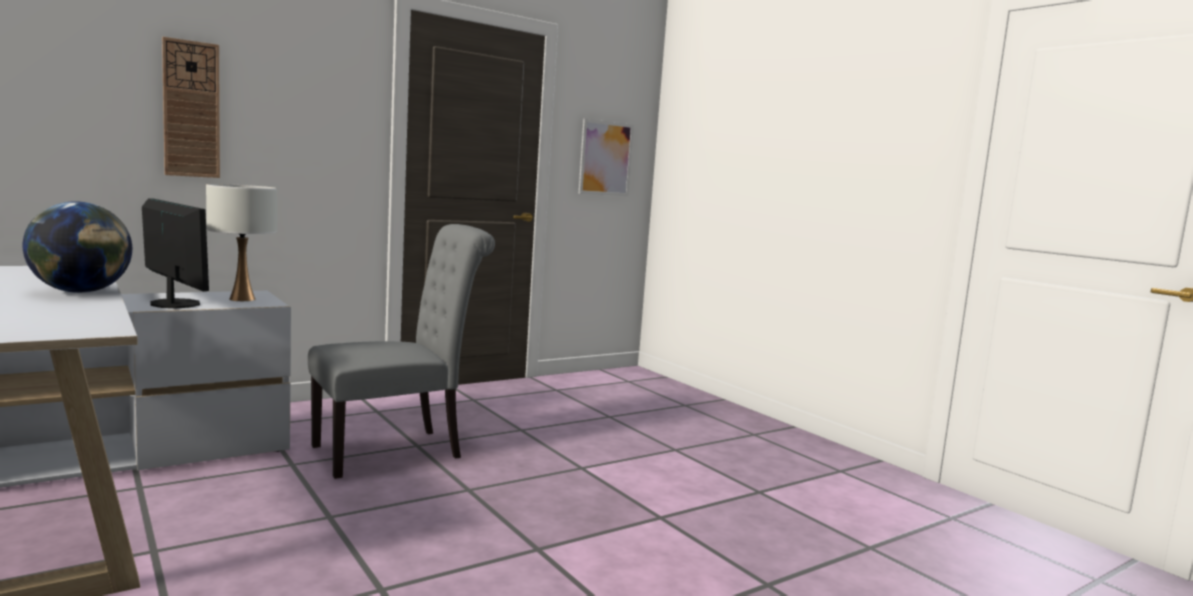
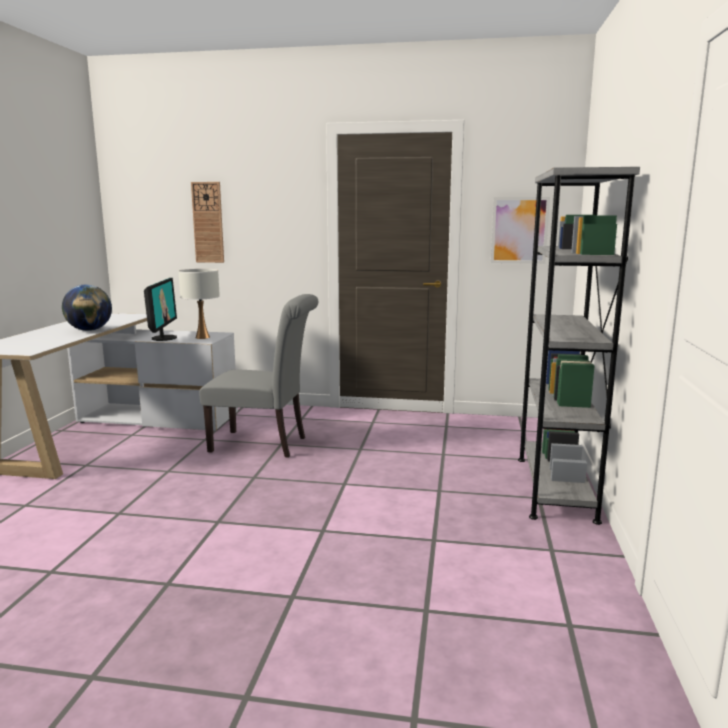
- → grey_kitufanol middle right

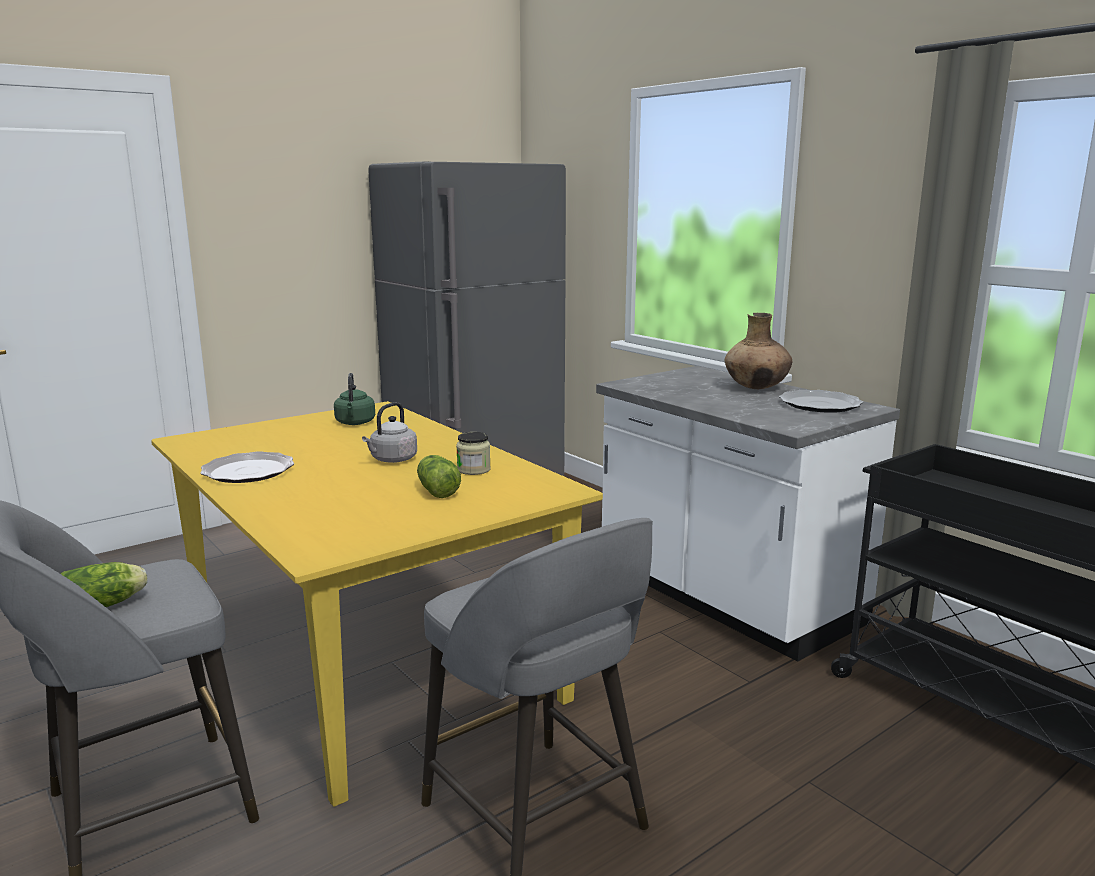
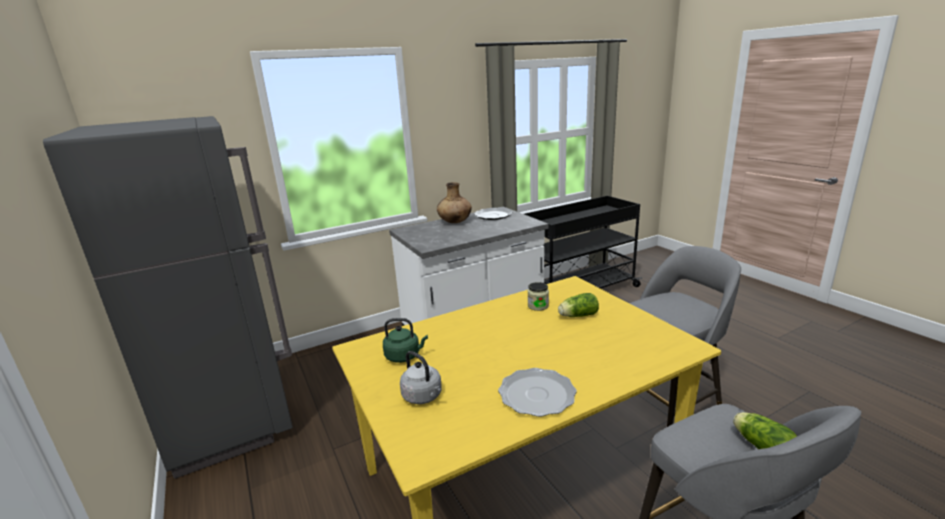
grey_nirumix centre → grey_nirumix bottom centre, relocated

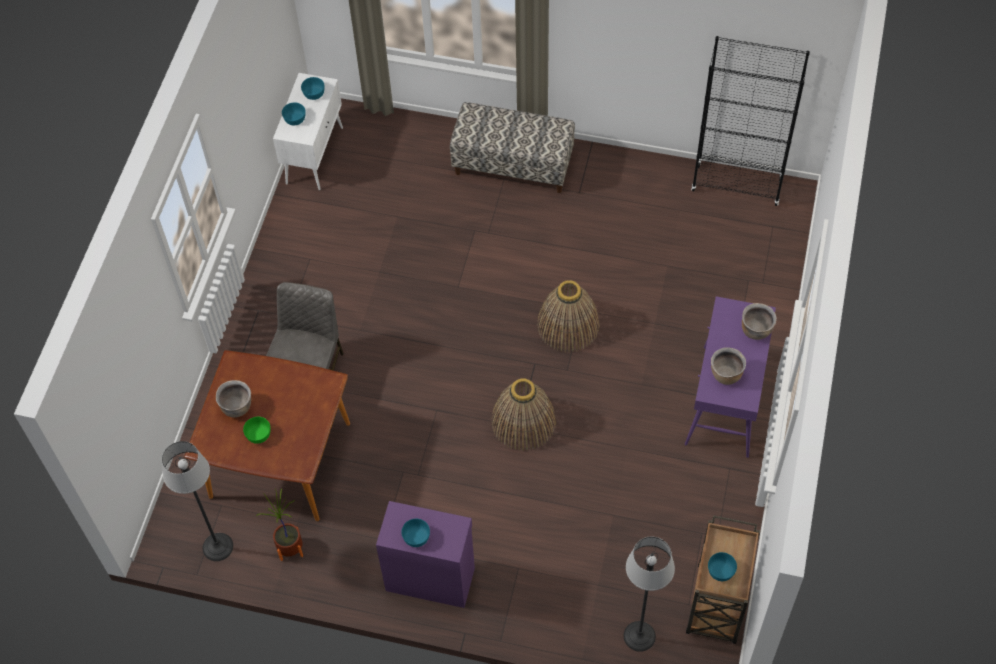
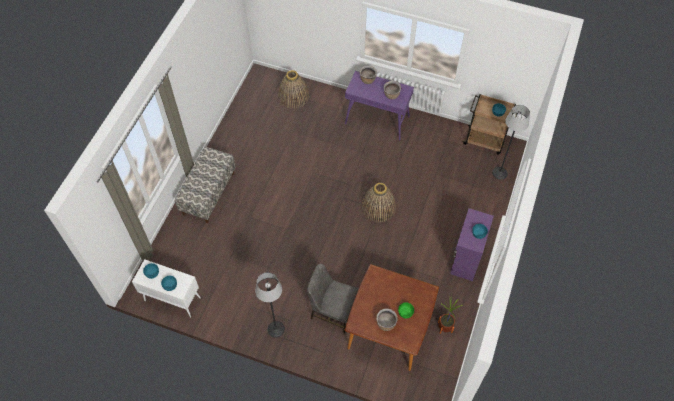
black_kitufanol top right → -
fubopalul (no. 2 from left in the first image) centre → fubopalul (no. 1 from left) top centre, relocated
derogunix (no. 1 from left) bottom left → derogunix (no. 1 from left) bottom centre, relocated

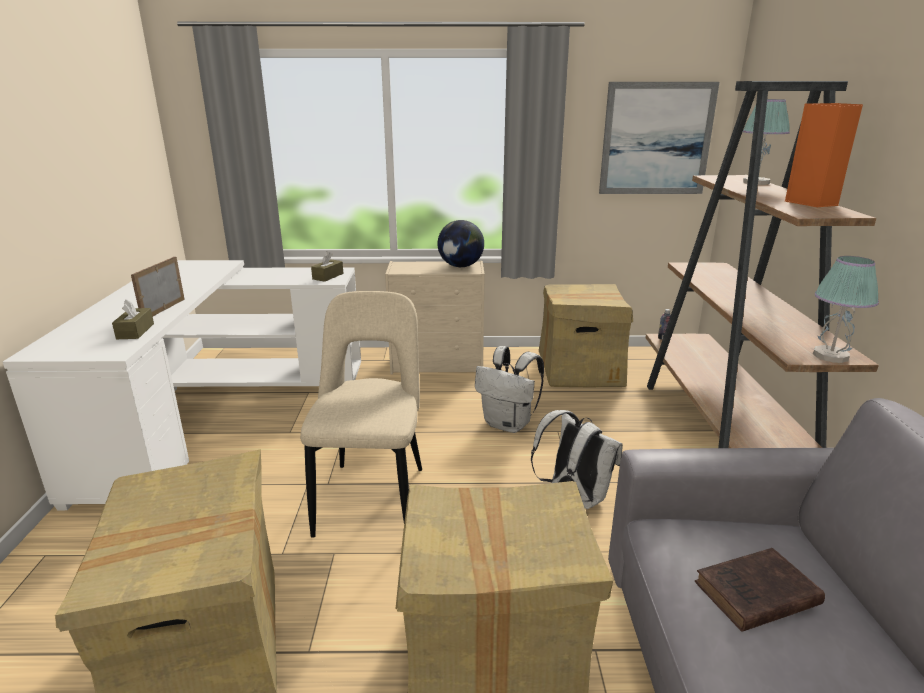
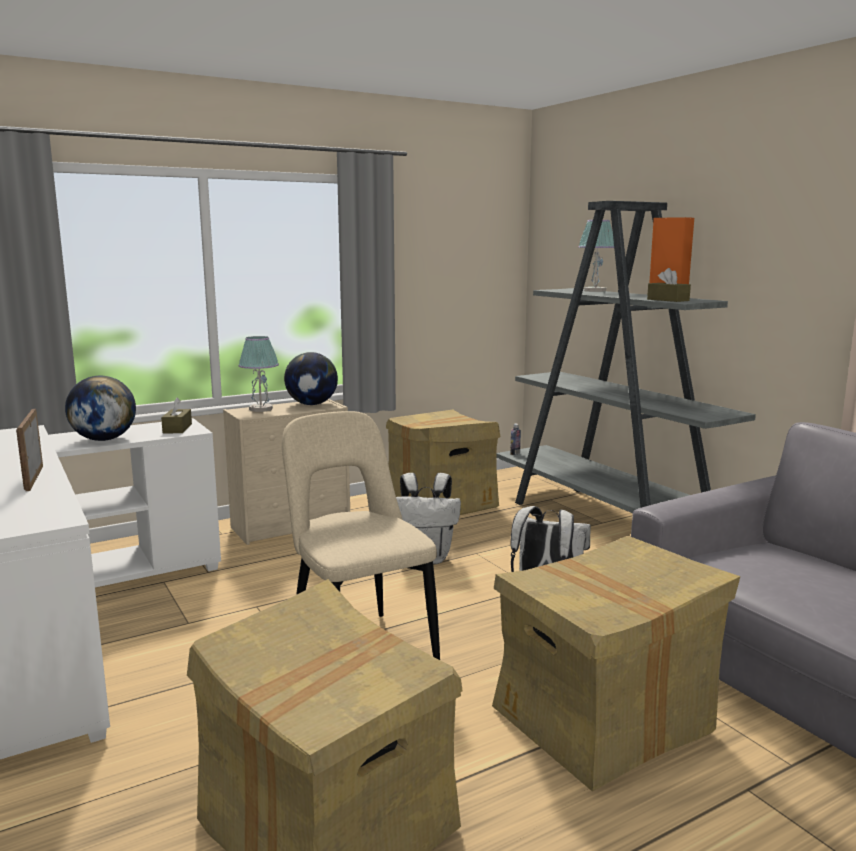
brown_kitufanol middle right → grey_kitufanol middle right
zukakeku top right → -
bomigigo (no. 2 from left in the first image) middle right → bomigigo (no. 1 from left) middle left, relocated
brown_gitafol (no. 1 from left in the first image) middle left → brown_gitafol (no. 2 from left) middle right, relocated
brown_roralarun bottom right → -
- → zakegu (no. 1 from left) middle left

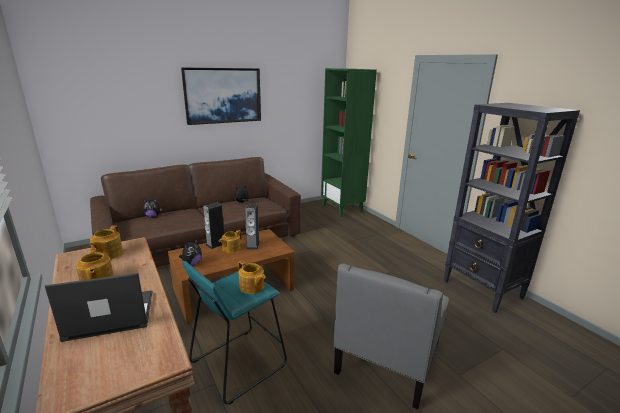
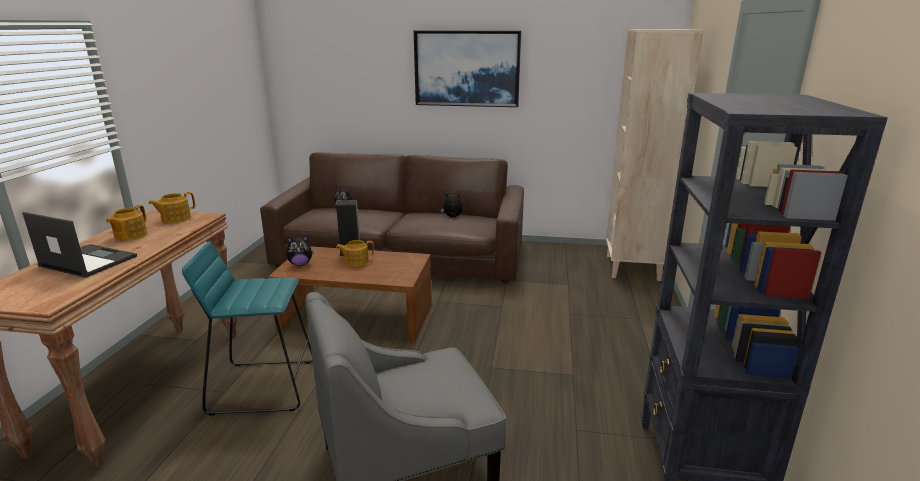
green_kitufanol centre → beige_kitufanol top right
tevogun (no. 2 from left) centre → -
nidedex (no. 4 from left) bottom centre → -

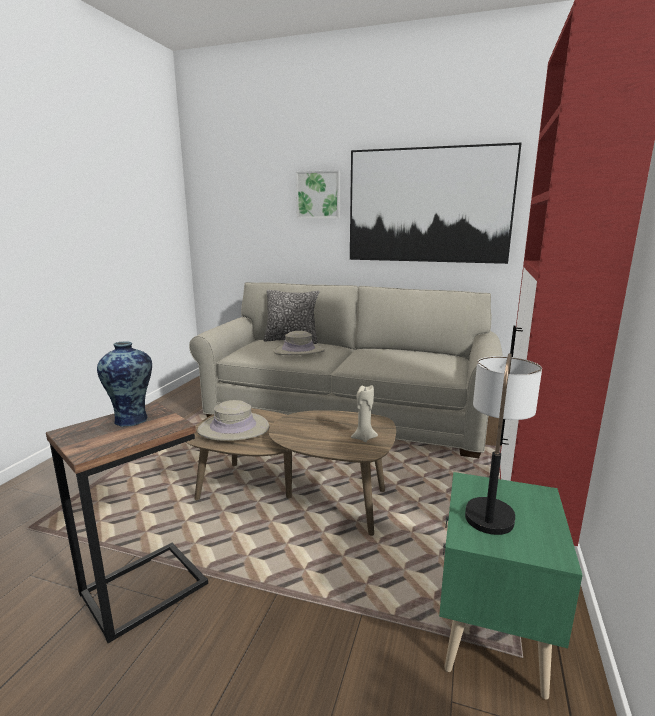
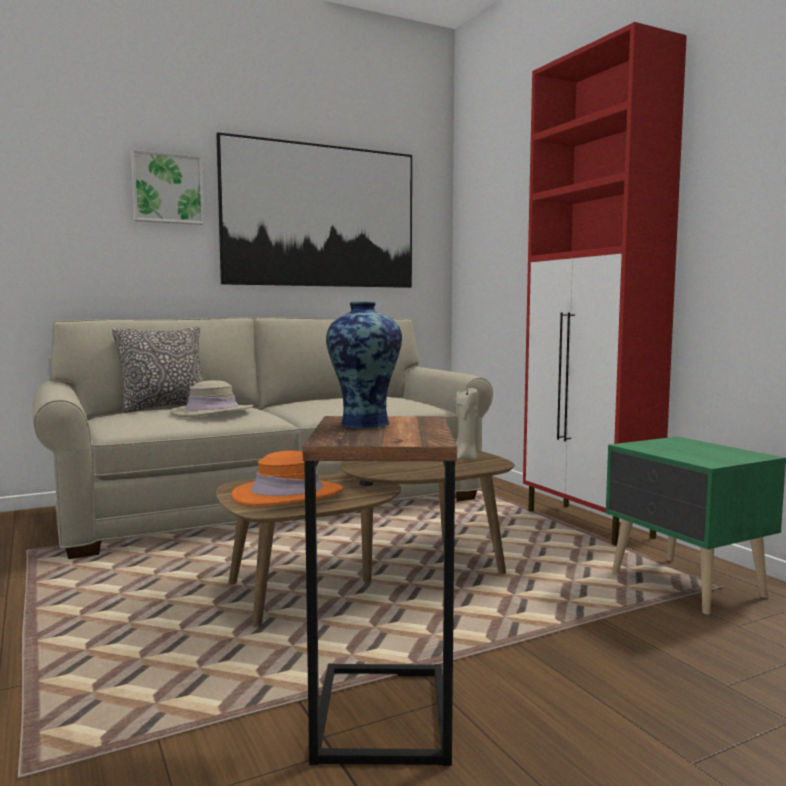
bomigigo middle right → -
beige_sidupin (no. 1 from left) centre → orange_sidupin centre

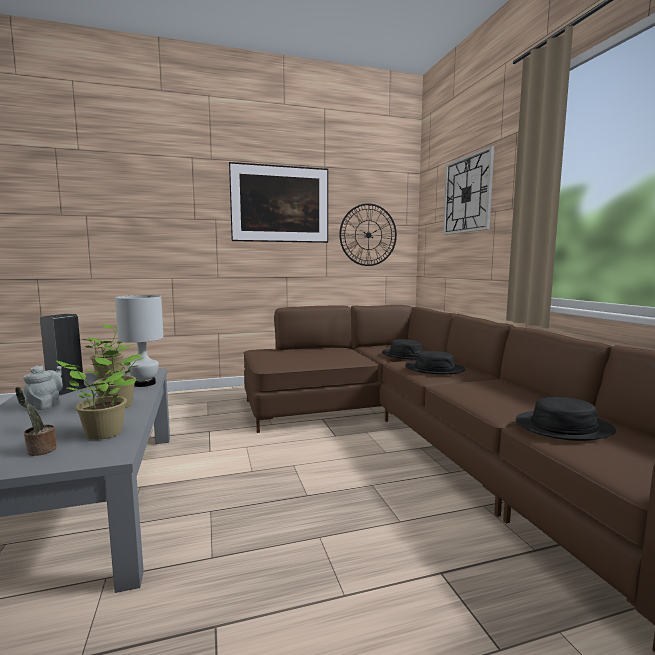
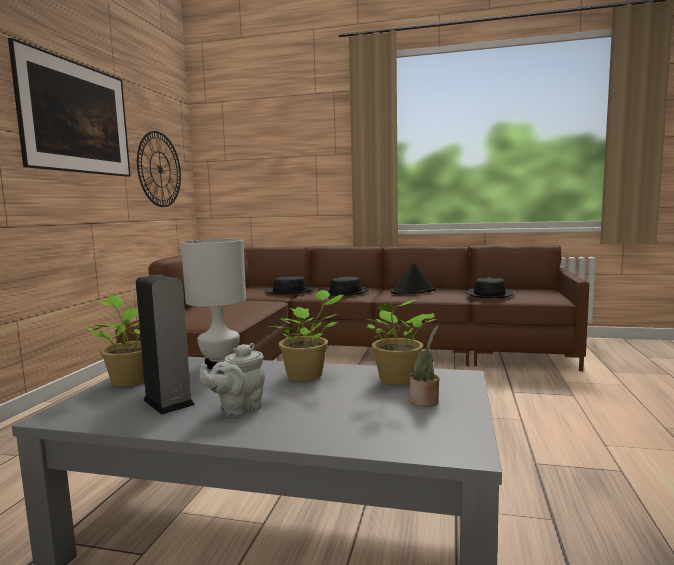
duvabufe (no. 2 from left) top right → -
grey_nidedex middle left → grey_nidedex bottom centre, 75 degrees counterclockwise
- → black_sidupin (no. 3 from left) centre

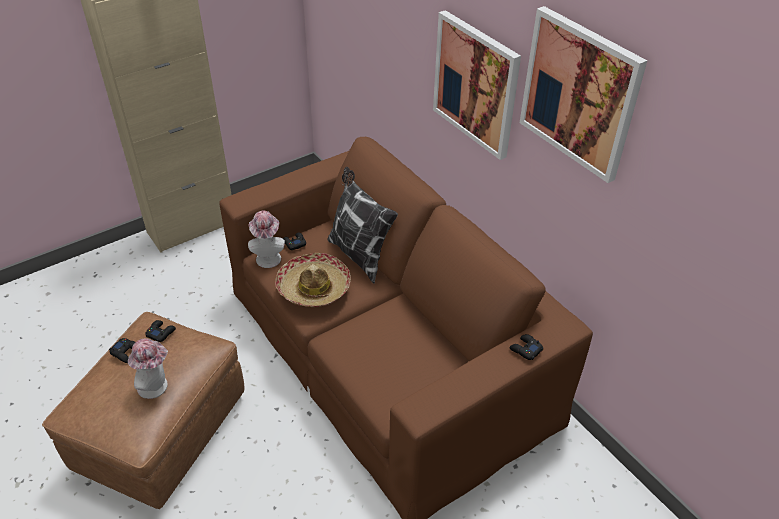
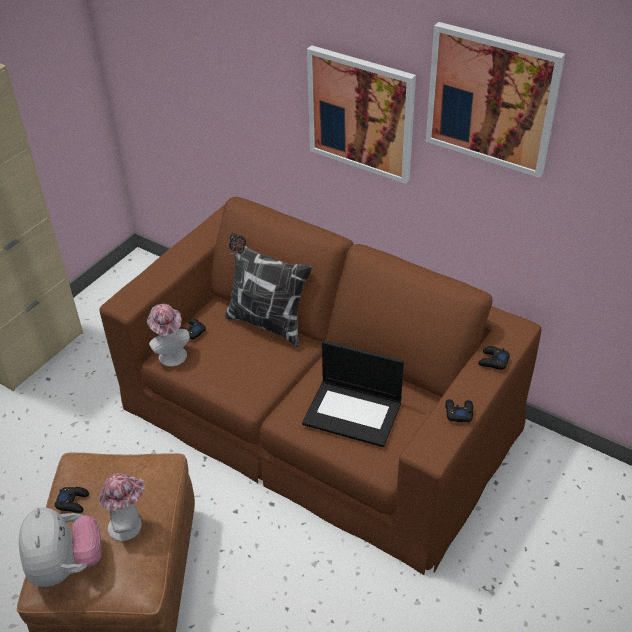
sidupin (no. 3 from left) centre → -
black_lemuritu (no. 2 from left in the first image) middle left → black_lemuritu (no. 3 from left) middle right, relocated
- → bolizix centre
- → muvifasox bottom left

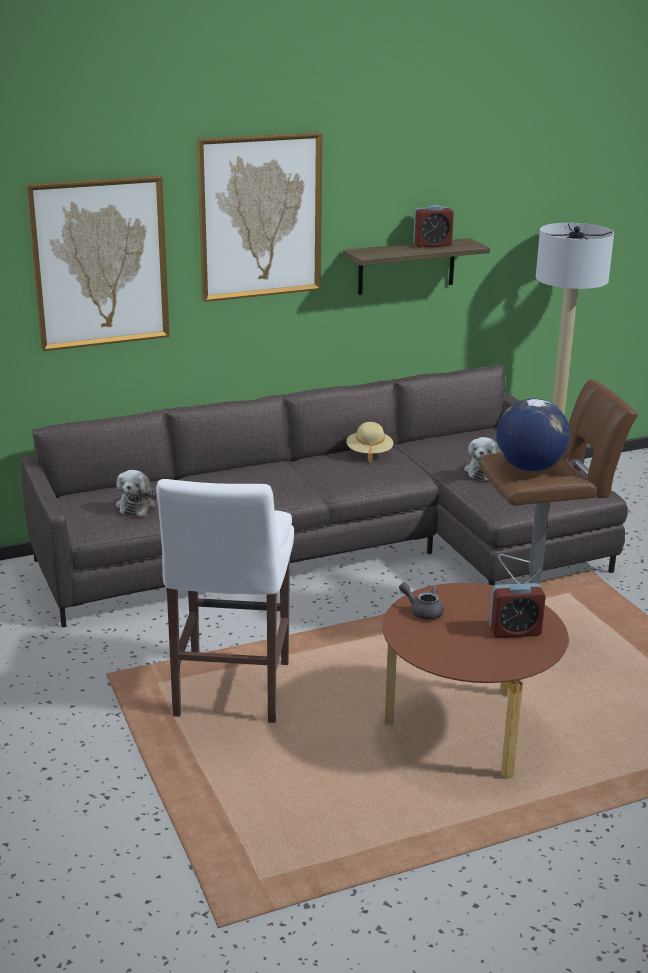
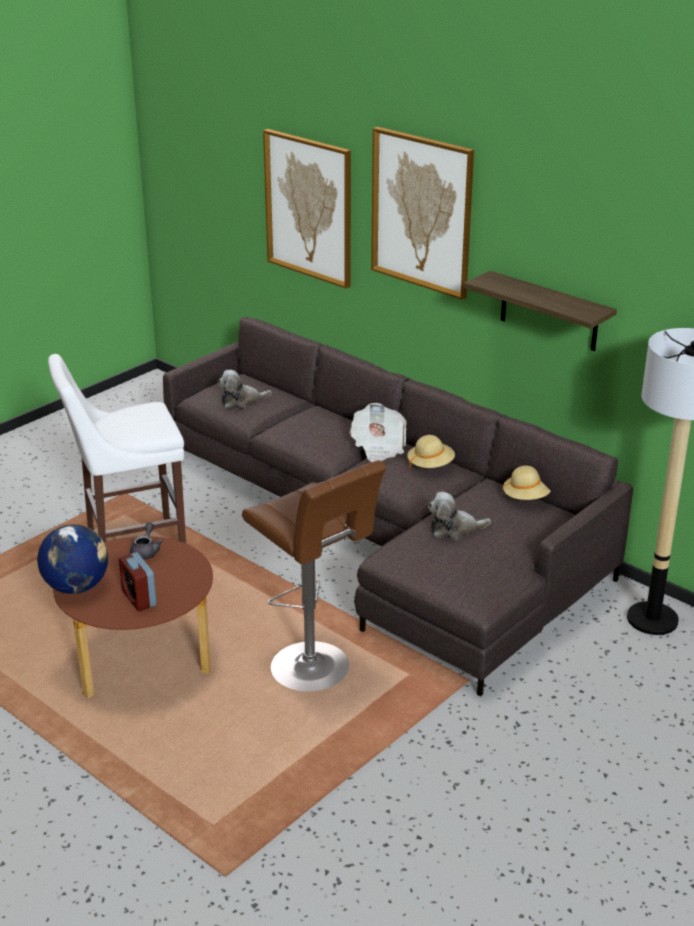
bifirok (no. 1 from left) top right → -
zakegu middle right → zakegu middle left, relocated
- → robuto centre
- → beige_sidupin (no. 2 from left) middle right

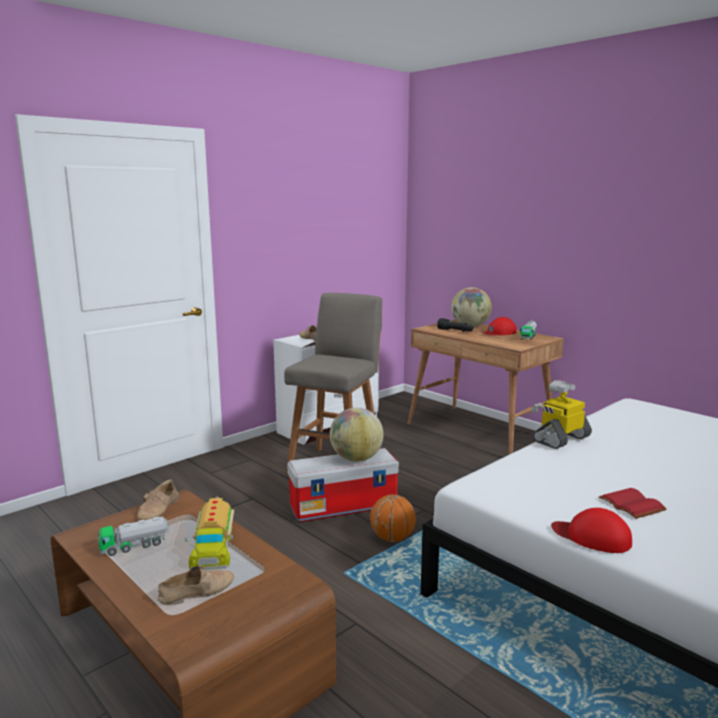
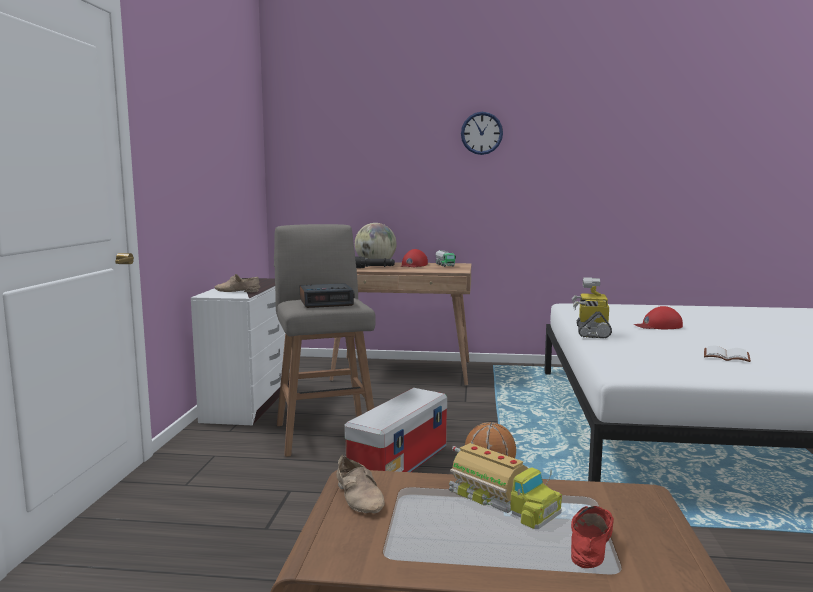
zakegu (no. 1 from left) centre → -
red_roralarun bottom right → white_roralarun middle right
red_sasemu (no. 2 from left) bottom right → red_sasemu (no. 2 from left) middle right, relocated
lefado (no. 1 from left) bottom left → -
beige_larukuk (no. 2 from left) bottom left → red_larukuk bottom right
- → duvabufe top centre
- → bifirok centre

